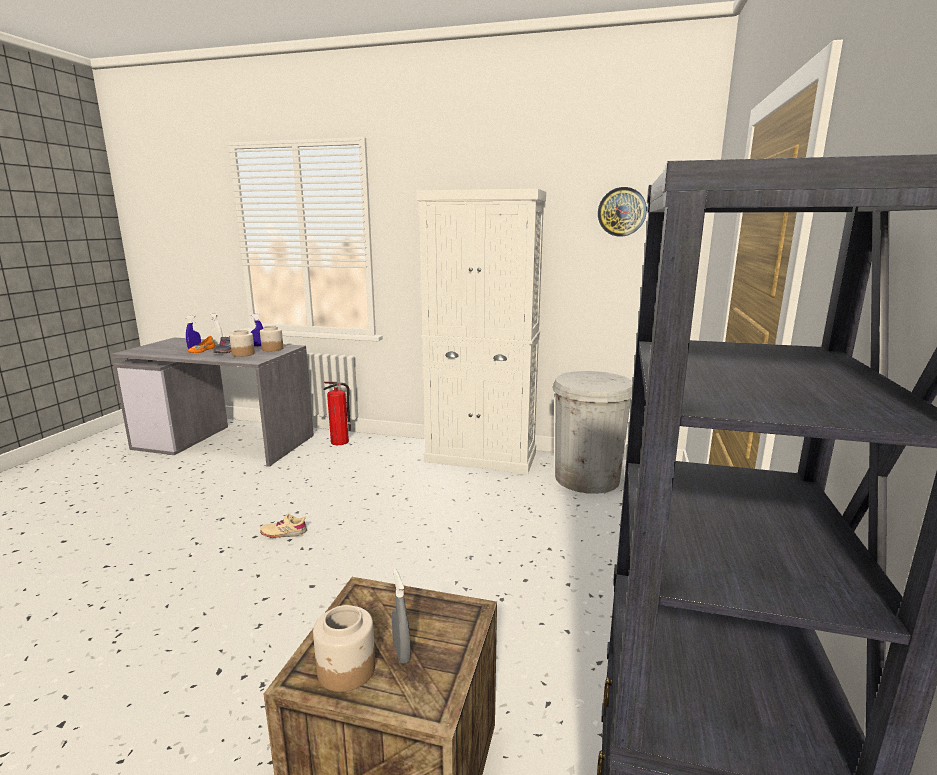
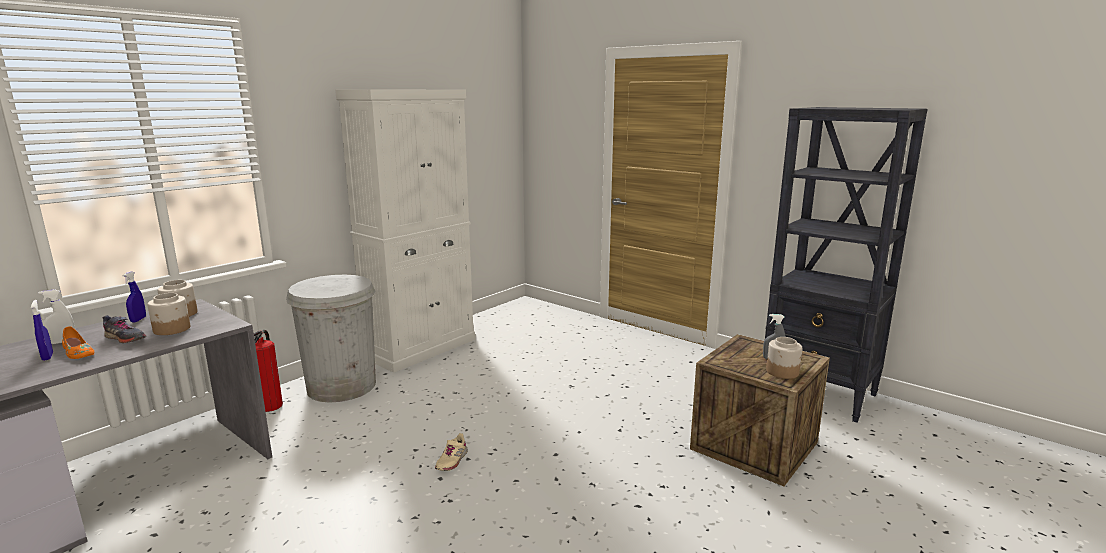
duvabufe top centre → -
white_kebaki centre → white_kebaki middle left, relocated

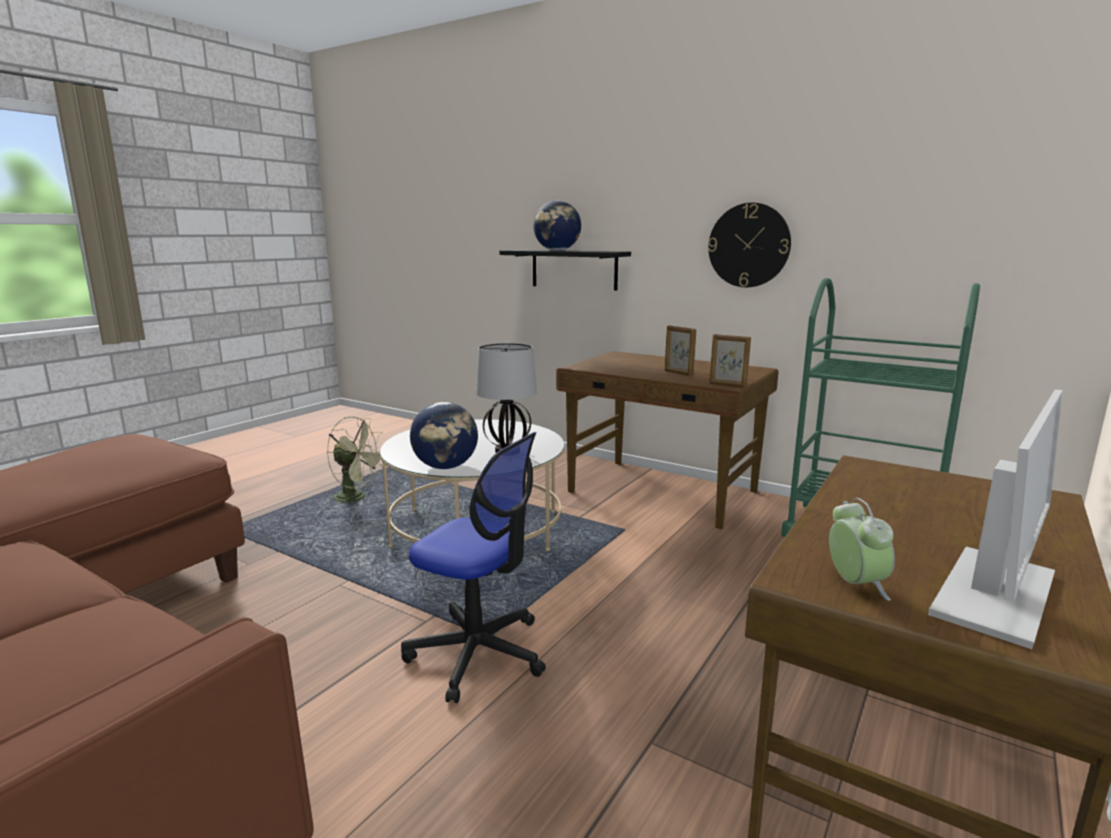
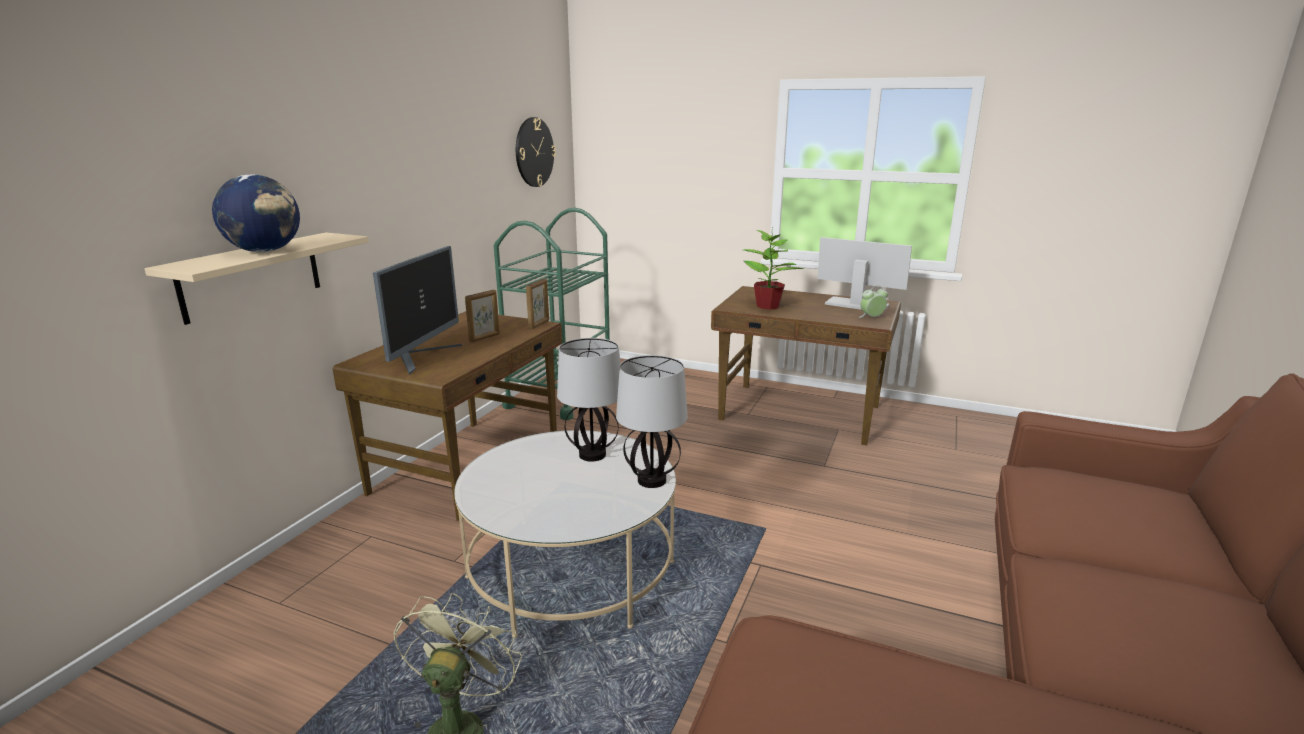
duvabufe top right → duvabufe top centre, relocated
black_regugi top centre → beige_regugi middle left
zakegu (no. 1 from left) centre → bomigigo (no. 2 from left) centre
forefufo bottom centre → -
- → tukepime centre
- → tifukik (no. 1 from left) middle left

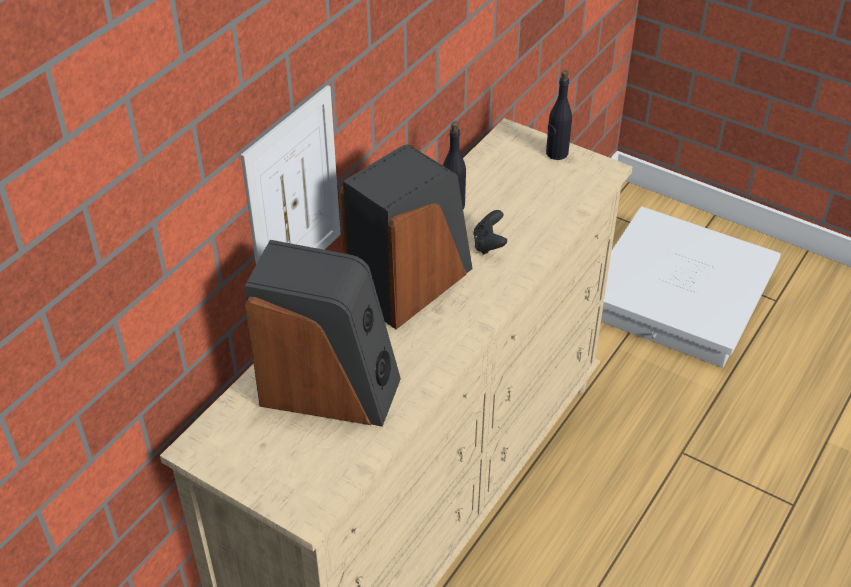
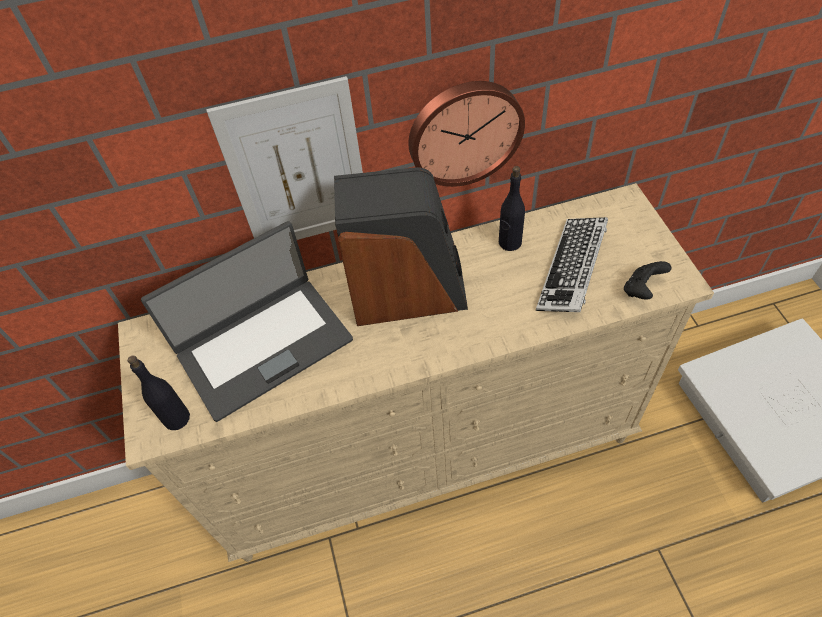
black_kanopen (no. 2 from left in the first image) top centre → black_kanopen (no. 1 from left) middle left, relocated
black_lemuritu centre → black_lemuritu middle right, relocated
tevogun (no. 1 from left) centre → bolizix middle left
- → duvabufe top centre
- → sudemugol middle right

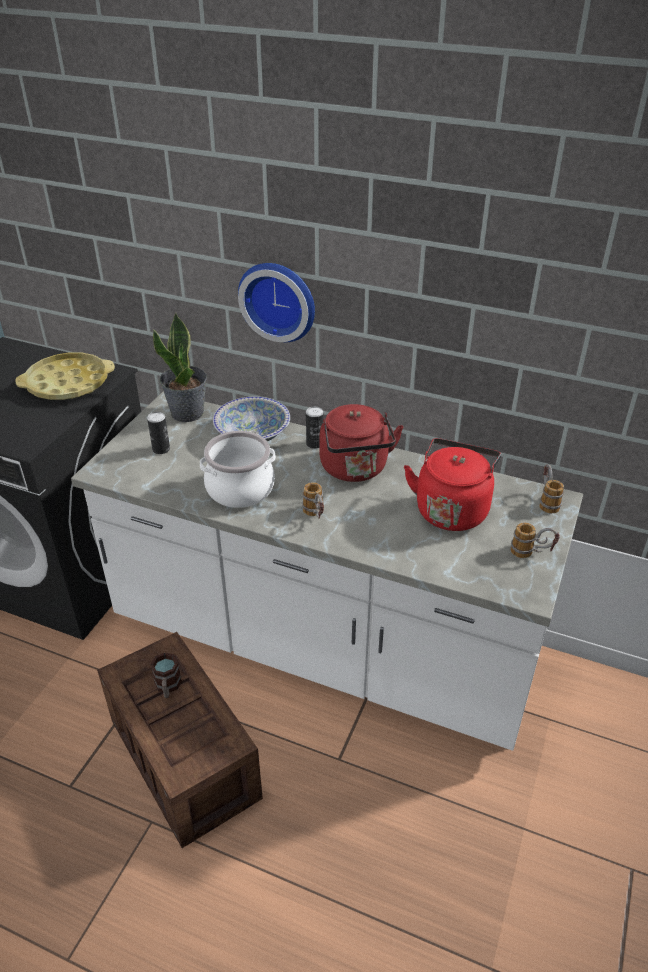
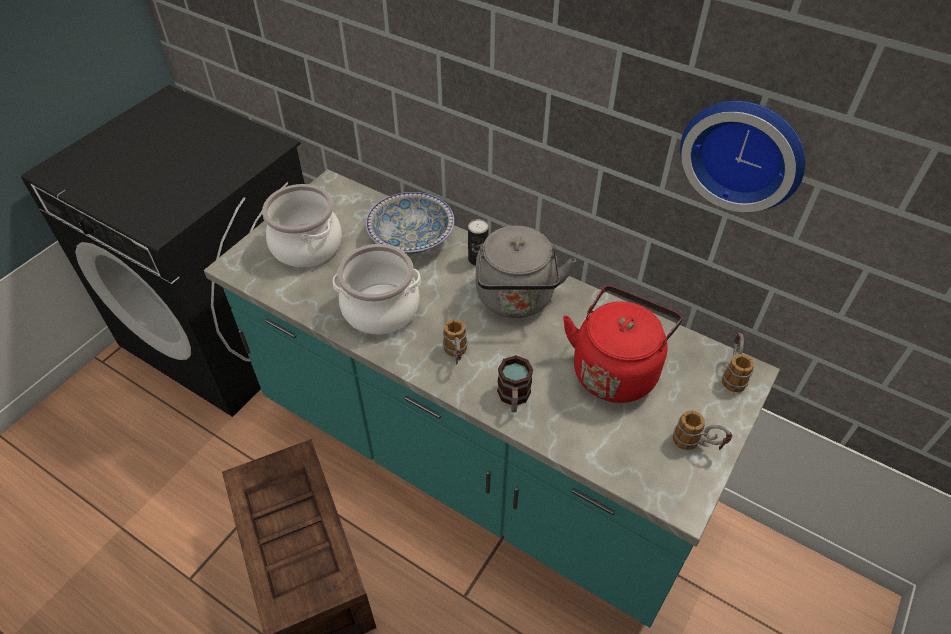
duvabufe top centre → duvabufe top right, relocated
tukepime middle left → -
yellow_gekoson middle left → -
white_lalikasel centre → turquoise_lalikasel centre
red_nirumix (no. 1 from left) centre → grey_nirumix centre
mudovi (no. 1 from left) middle left → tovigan (no. 1 from left) middle left
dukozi (no. 1 from left in the first image) bottom left → dukozi (no. 2 from left) centre, relocated

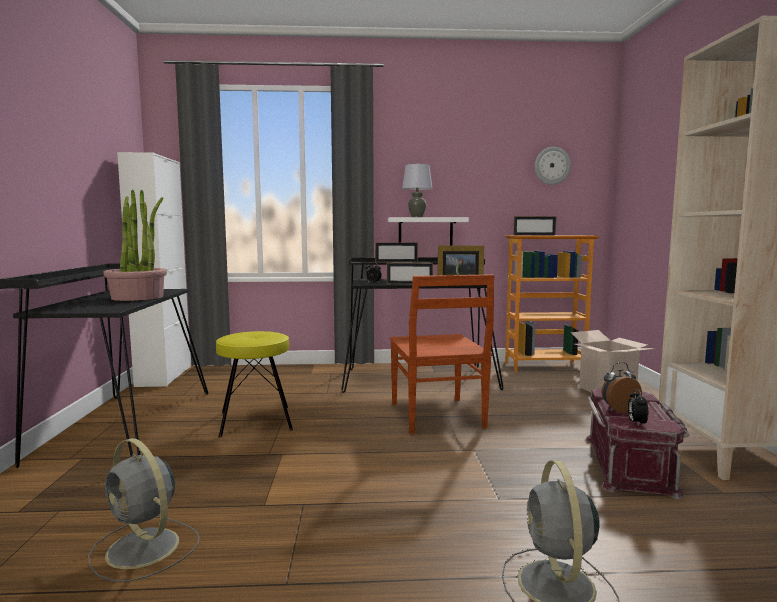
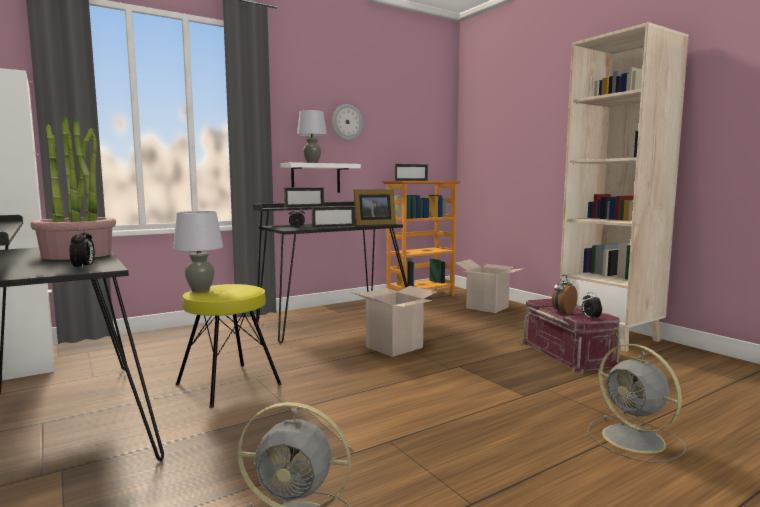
duvabufe top right → duvabufe top centre, relocated
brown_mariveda centre → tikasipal (no. 1 from left) centre
- → grey_bomigigo (no. 1 from left) middle left
- → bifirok (no. 1 from left) middle left

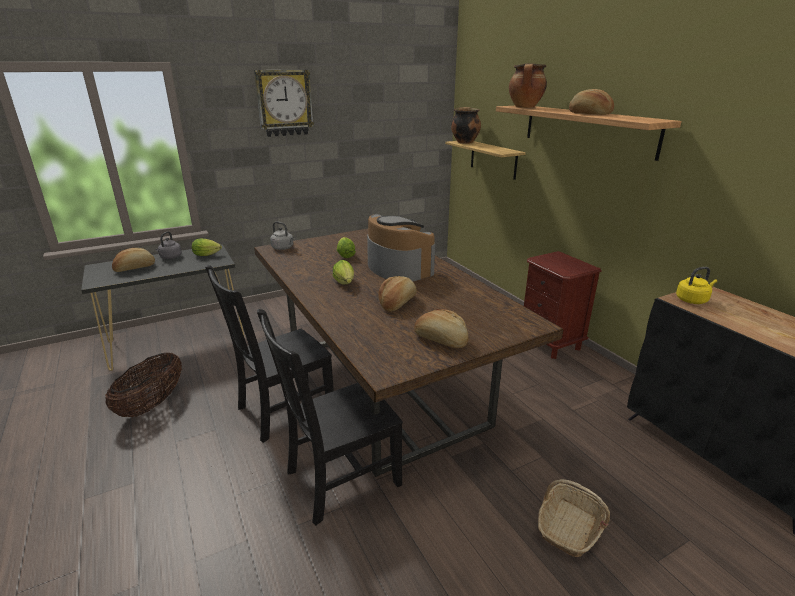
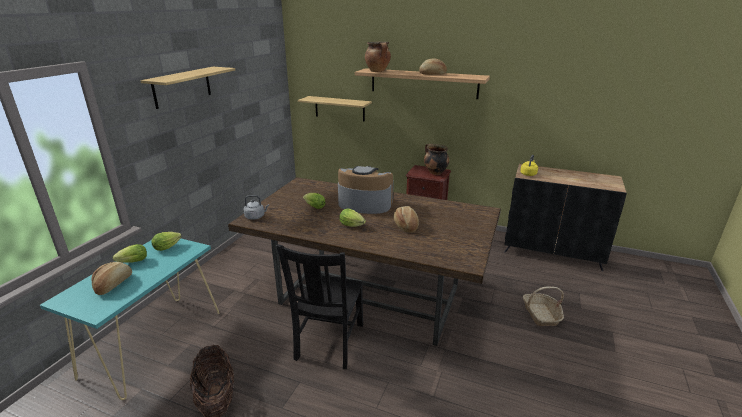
duvabufe top centre → regugi (no. 1 from left) top left
tovigan (no. 1 from left in the first image) top centre → tovigan (no. 2 from left) centre, relocated
grey_nirumix (no. 1 from left) middle left → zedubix (no. 1 from left) middle left
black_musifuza middle left → turquoise_musifuza bottom left
black_mariveda (no. 2 from left) bottom centre → -
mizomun (no. 3 from left) centre → -

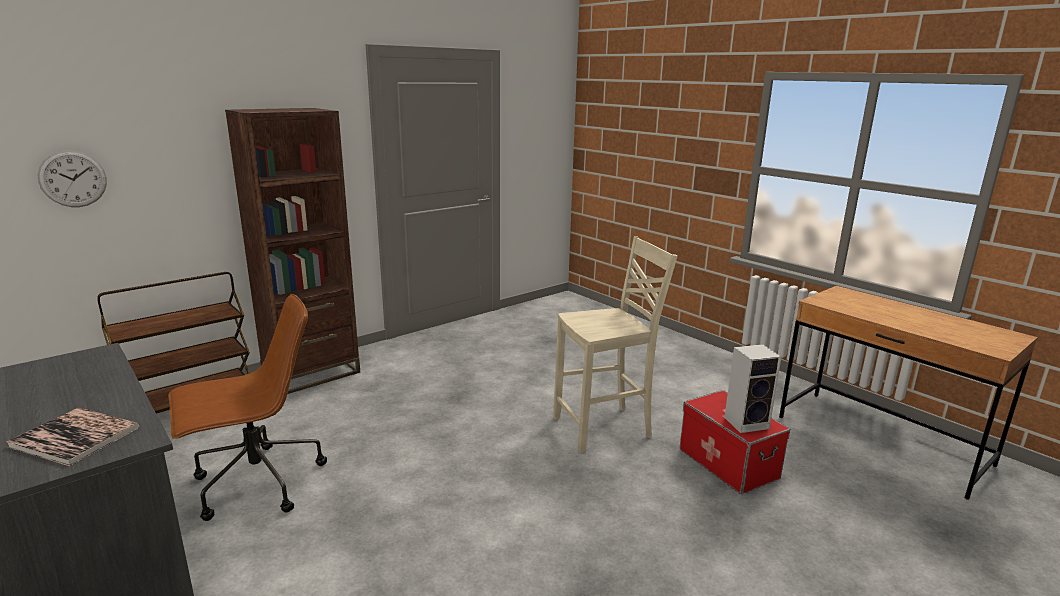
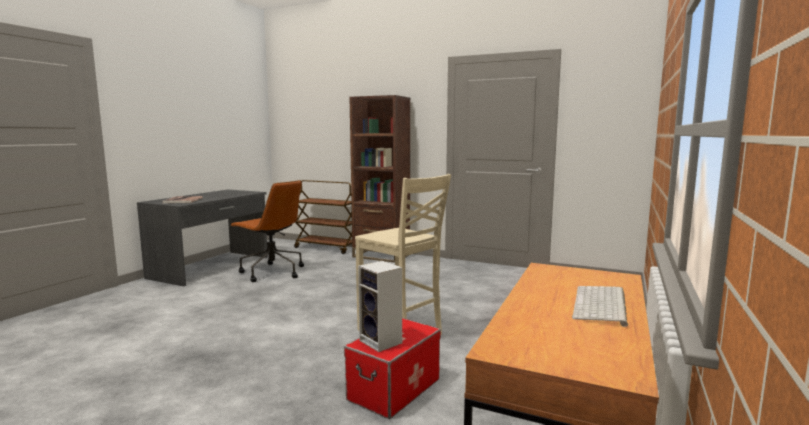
duvabufe top left → -
- → sudemugol bottom right

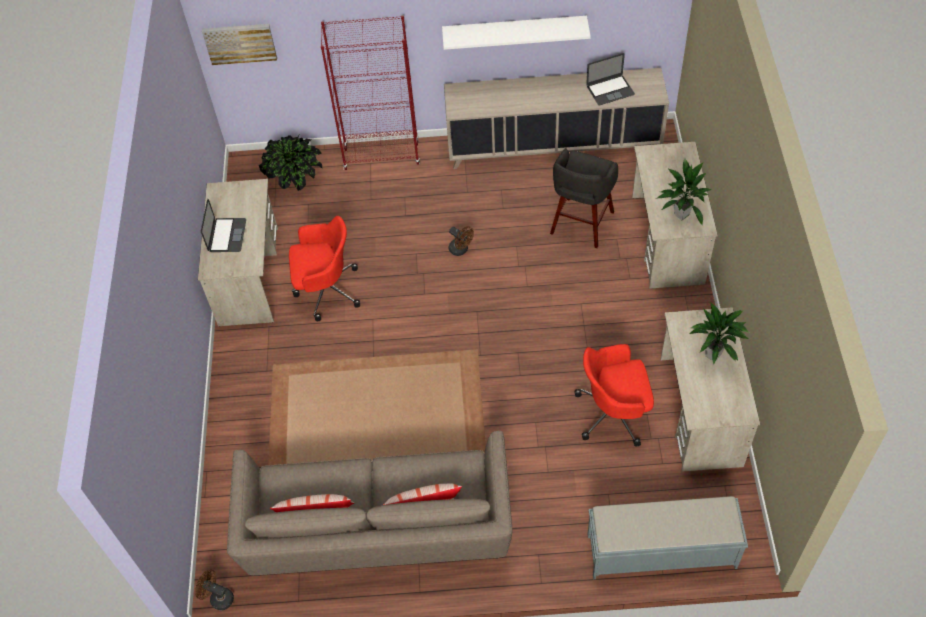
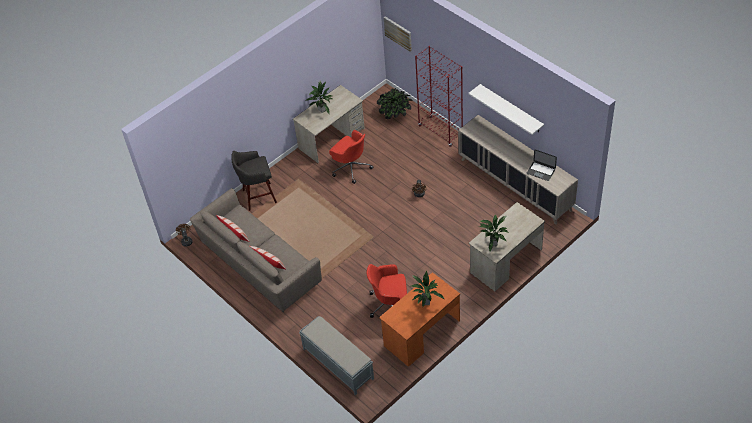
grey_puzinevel top centre → grey_puzinevel centre, relocated
bolizix (no. 1 from left) middle left → tukepime (no. 1 from left) top centre
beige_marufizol (no. 3 from left) middle right → orange_marufizol bottom centre
red_forefufo (no. 2 from left) centre → red_forefufo (no. 2 from left) bottom centre, 45 degrees counterclockwise

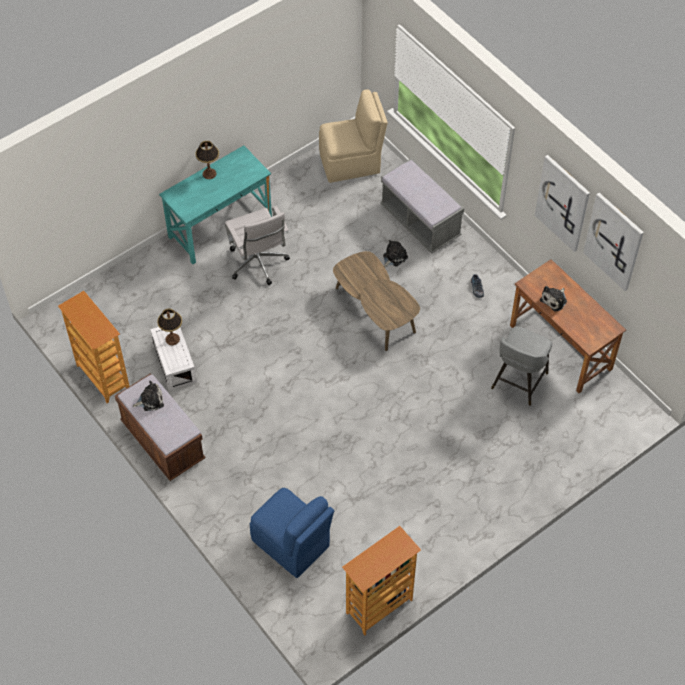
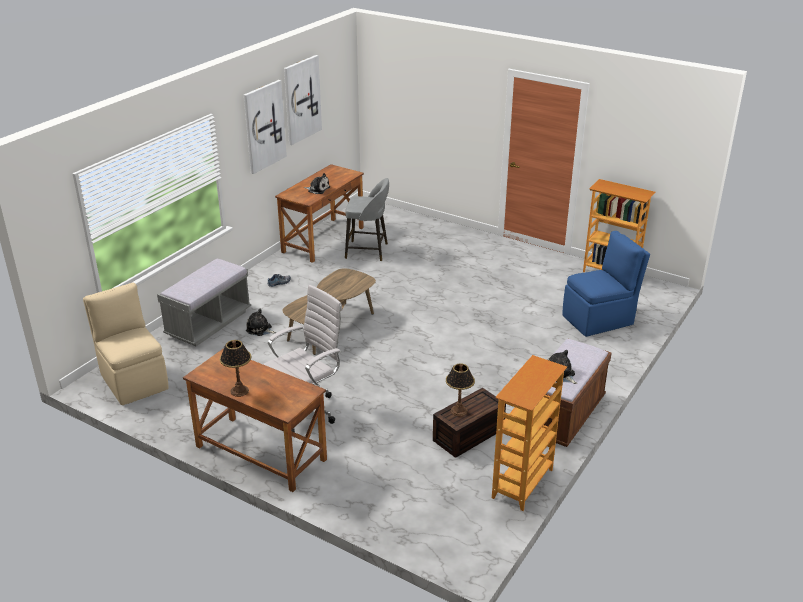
turquoise_marufizol top left → brown_marufizol (no. 1 from left) bottom left
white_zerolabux middle left → brown_zerolabux bottom centre
blue_mariveda bottom centre → blue_mariveda middle right, 45 degrees clockwise

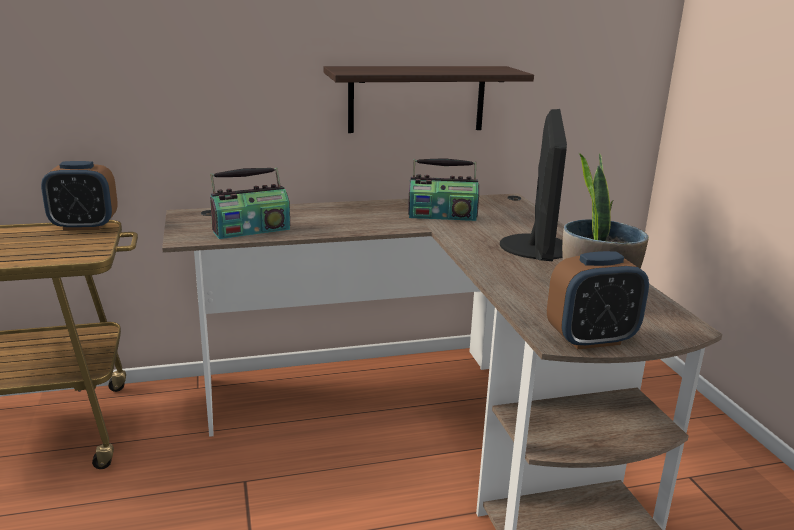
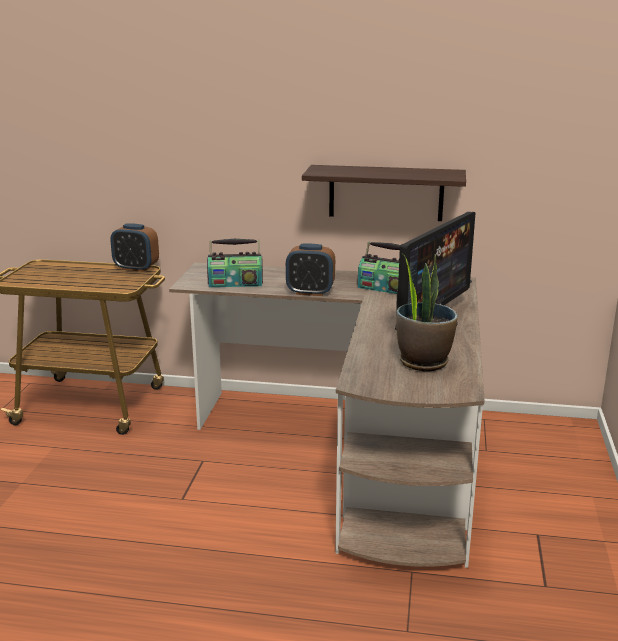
bifirok (no. 2 from left) middle right → bifirok (no. 2 from left) centre, relocated

